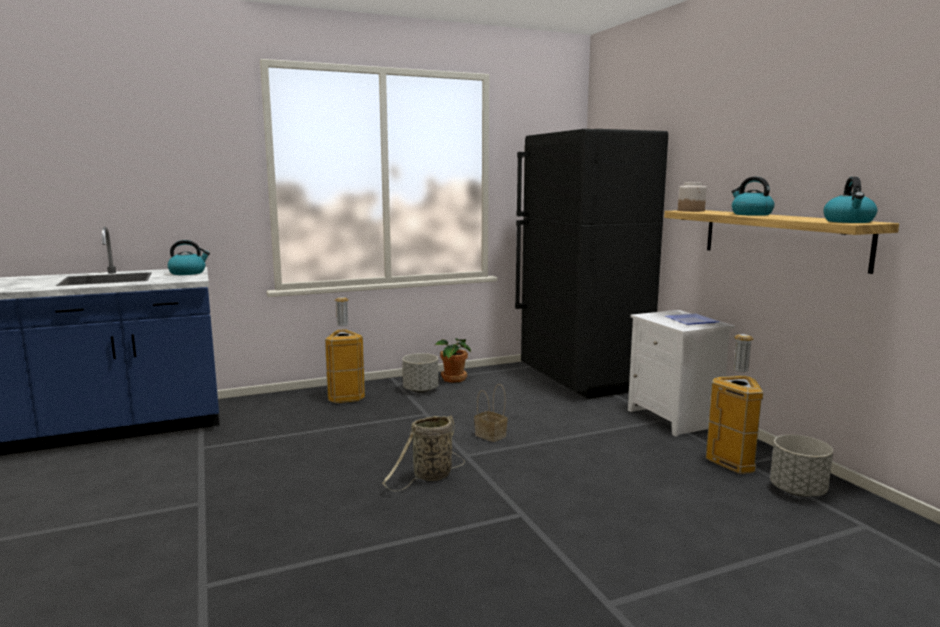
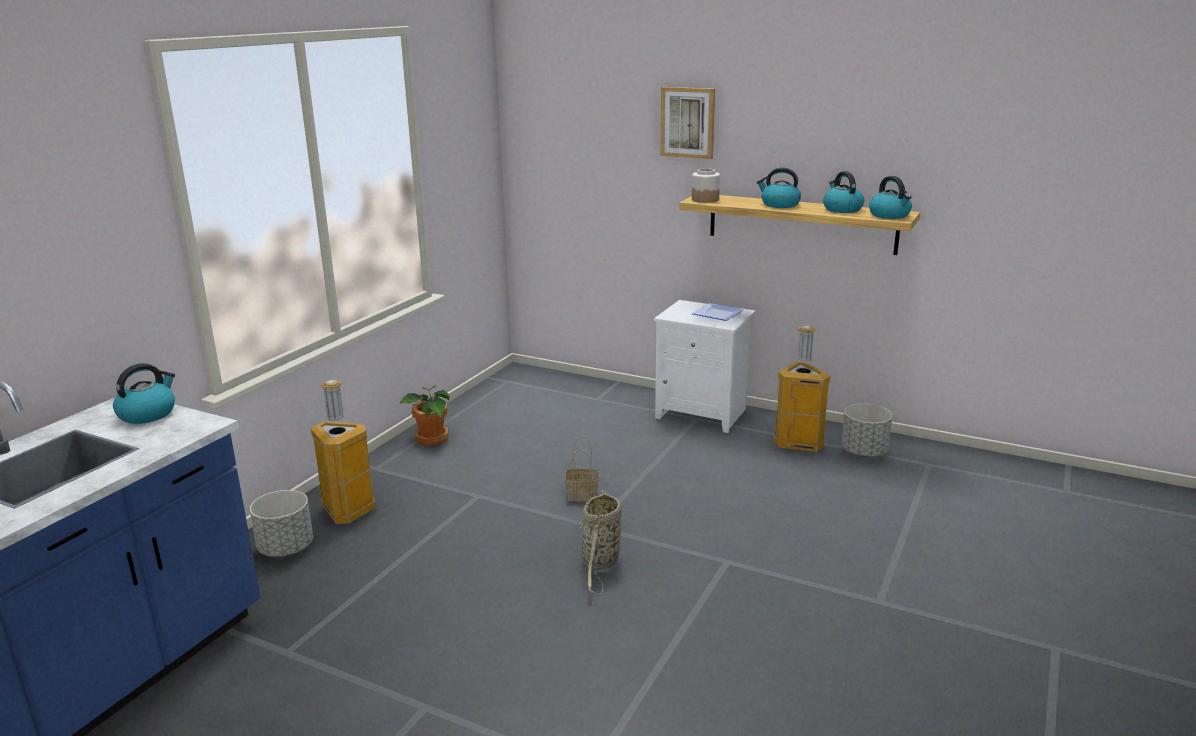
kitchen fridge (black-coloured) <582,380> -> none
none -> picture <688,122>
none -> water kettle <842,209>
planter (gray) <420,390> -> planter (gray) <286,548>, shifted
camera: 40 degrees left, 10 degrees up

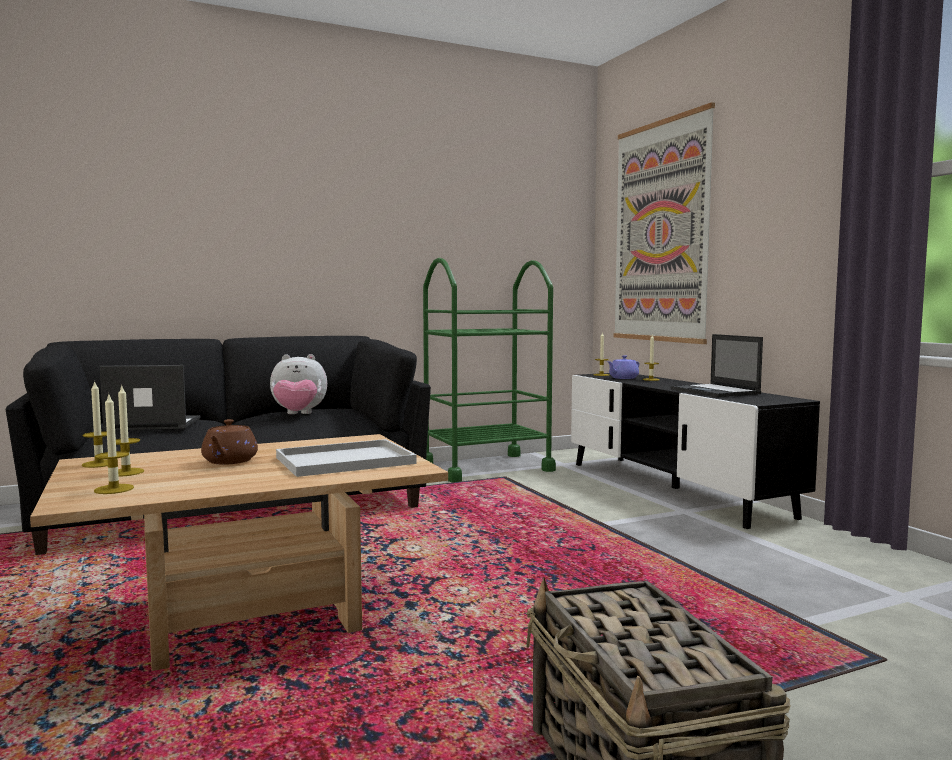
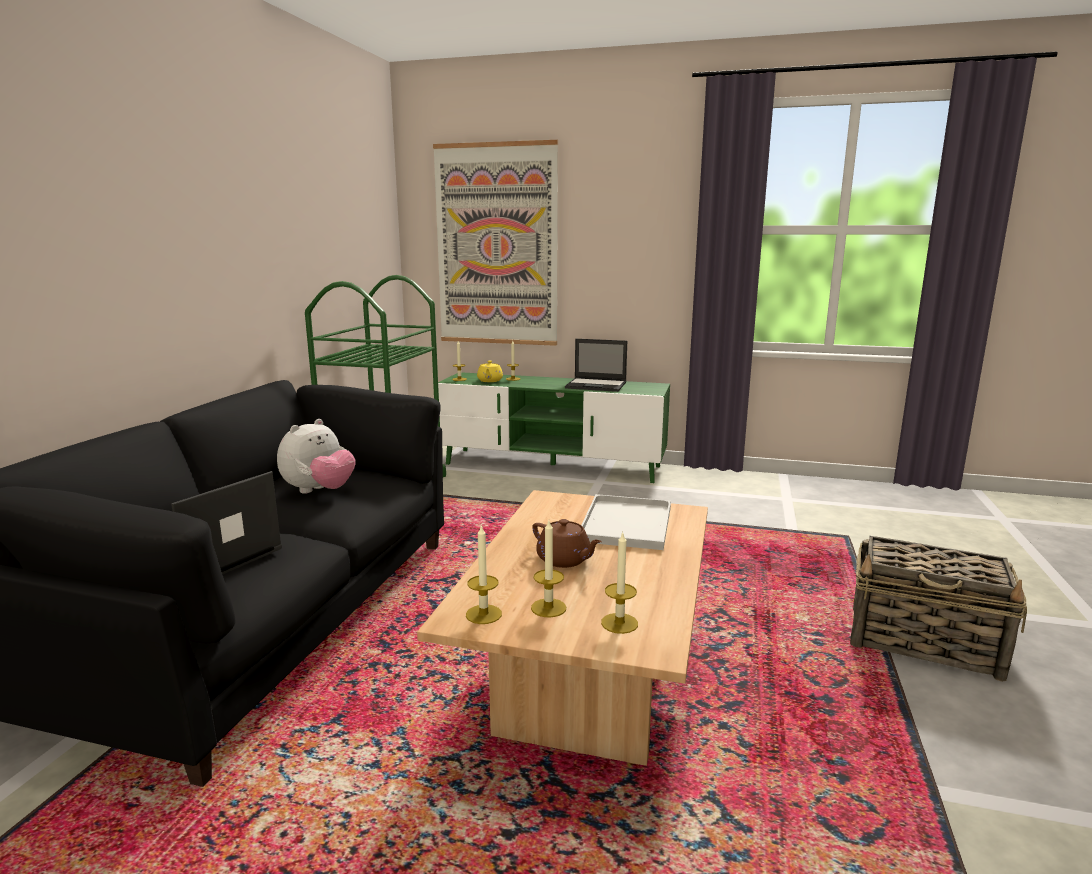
media console (black-coloured) <673,488> -> media console (green) <552,465>
teapot (purplish) <623,378> -> teapot (yellowish) <489,381>
camera: 50 degrees left, 10 degrees up

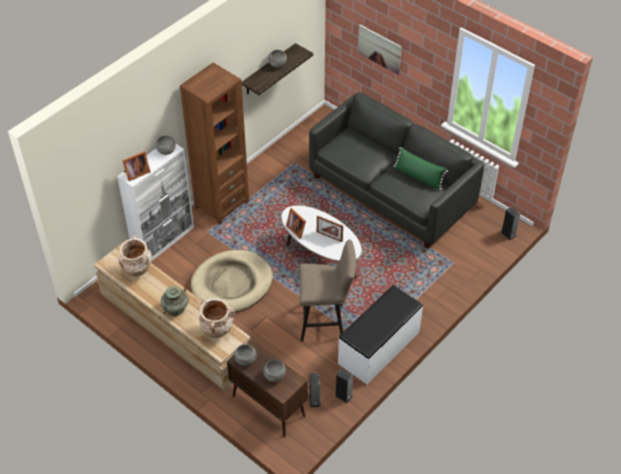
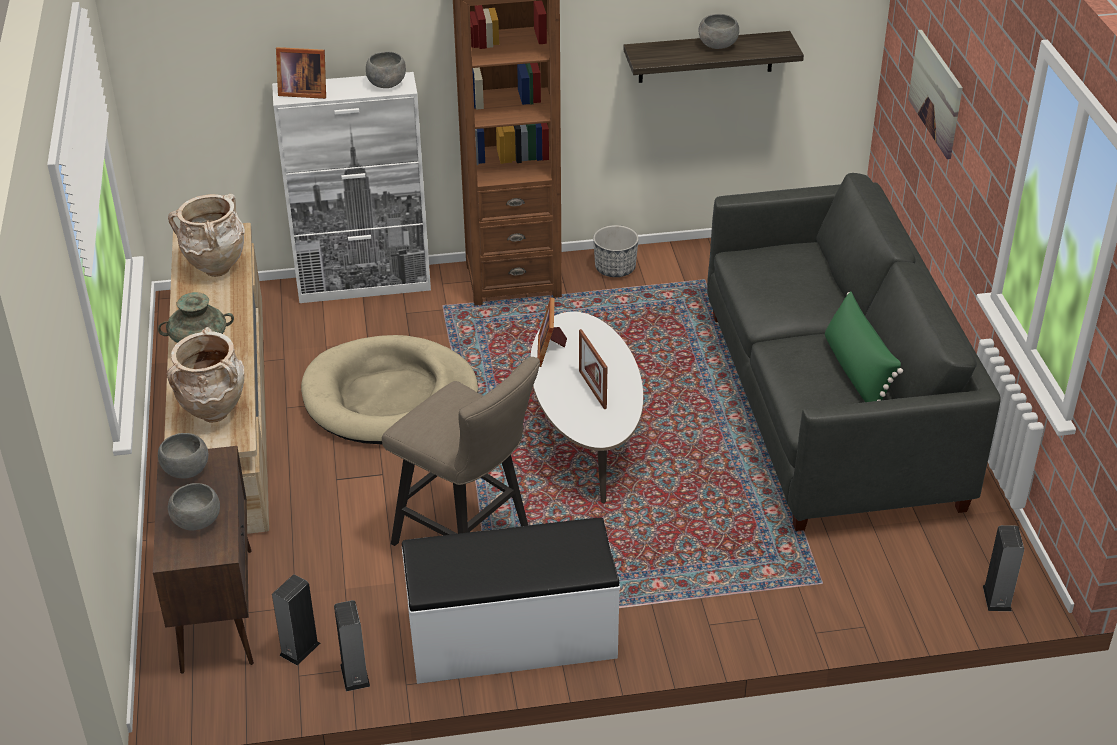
none -> planter <615,268>
camera: 40 degrees right, 10 degrees down

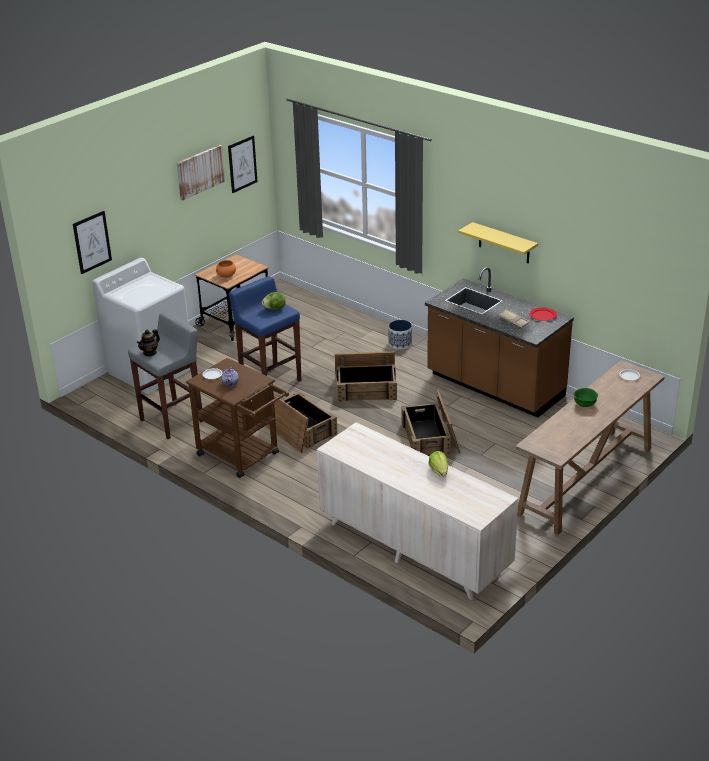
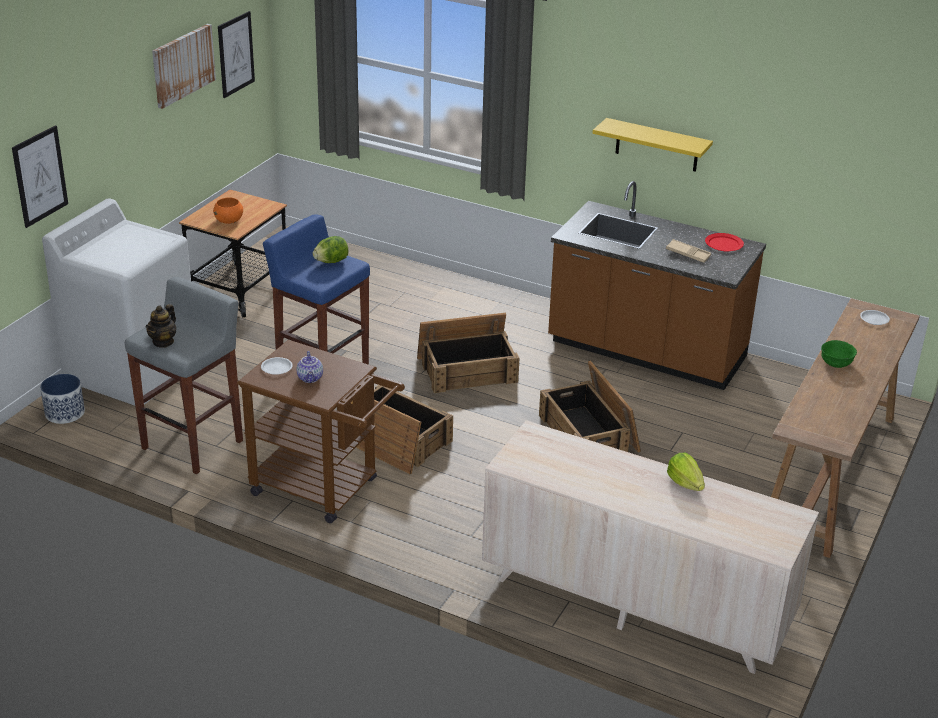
planter <400,343> -> planter <65,413>, shifted
camera: 15 degrees left, 0 degrees up

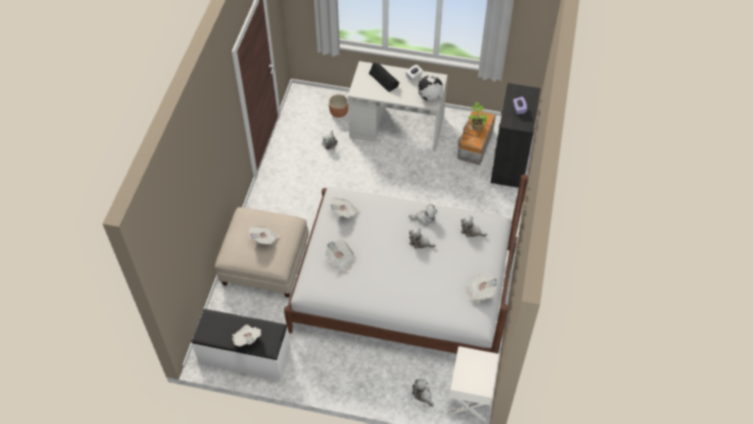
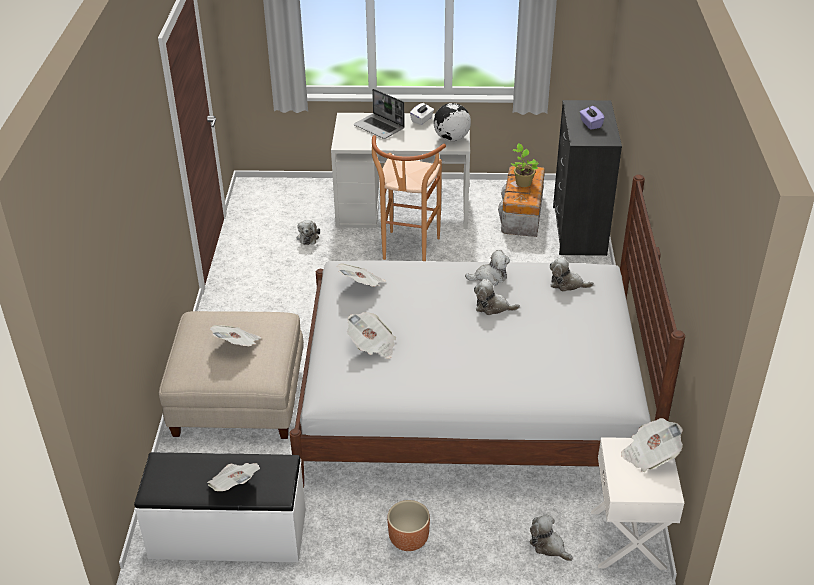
none -> sitting stool (brown) <408,252>
planter (brown) <338,113> -> planter (brown) <408,540>, shifted
daily paper <480,292> -> daily paper <649,455>, shifted
speaker (black-coloured) <384,79> -> laptop <380,127>
camera: 10 degrees left, 15 degrees down

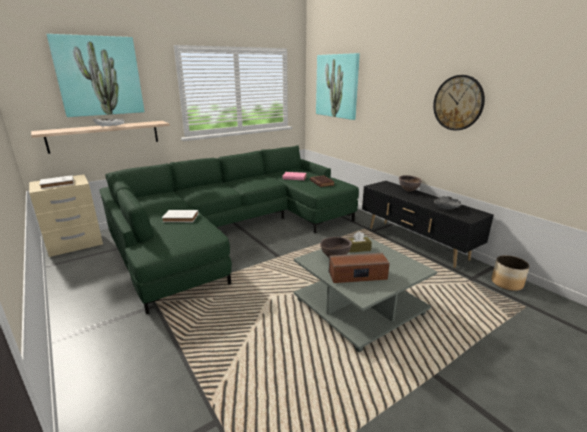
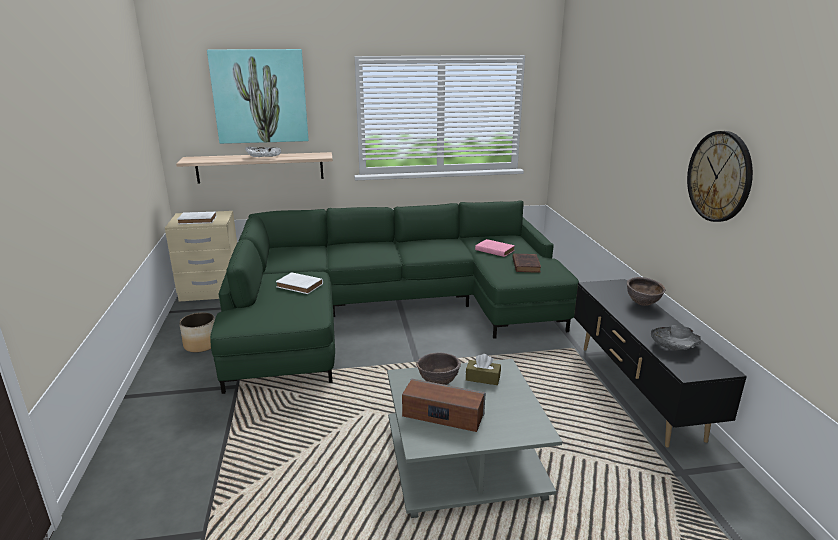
picture <337,86> -> none
planter <506,283> -> planter <201,345>, shifted
camera: 25 degrees right, 0 degrees up

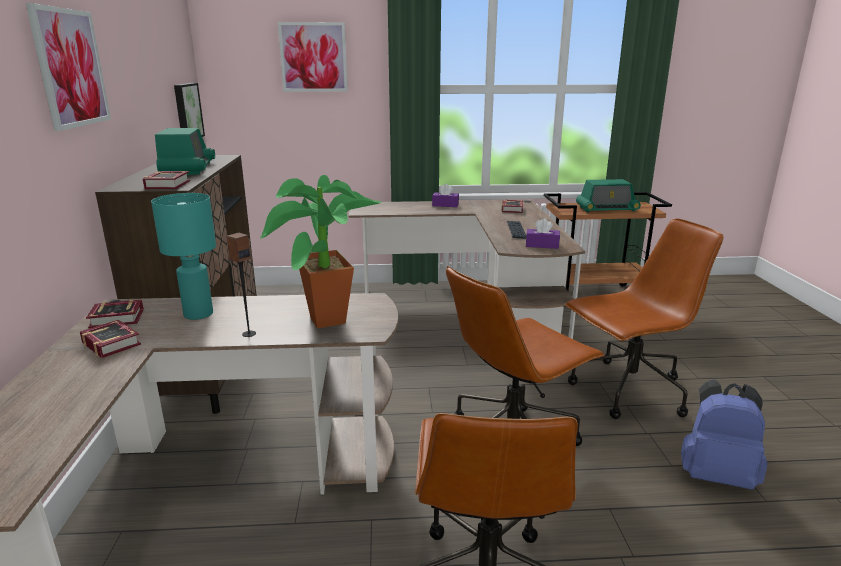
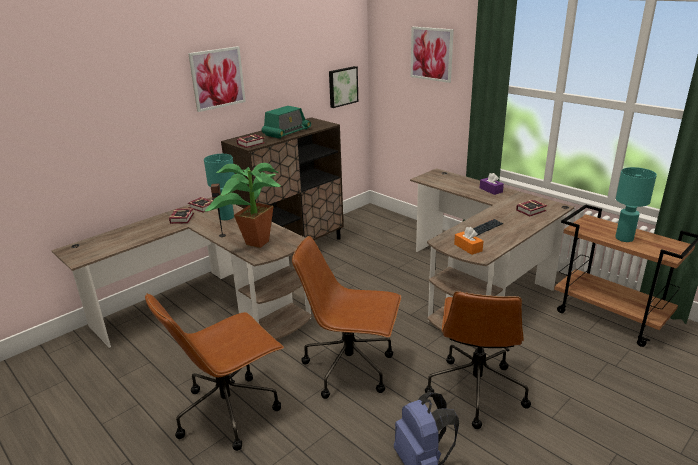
radio set <606,209> -> lamp for a table (turquoise-coloured) <624,238>
box of tissues (purplish) <542,245> -> box of tissues (orange-coloured) <468,247>
desk chair (brown) <627,391> -> desk chair (brown) <475,389>, 75 degrees clockwise
camera: 50 degrees right, 5 degrees up

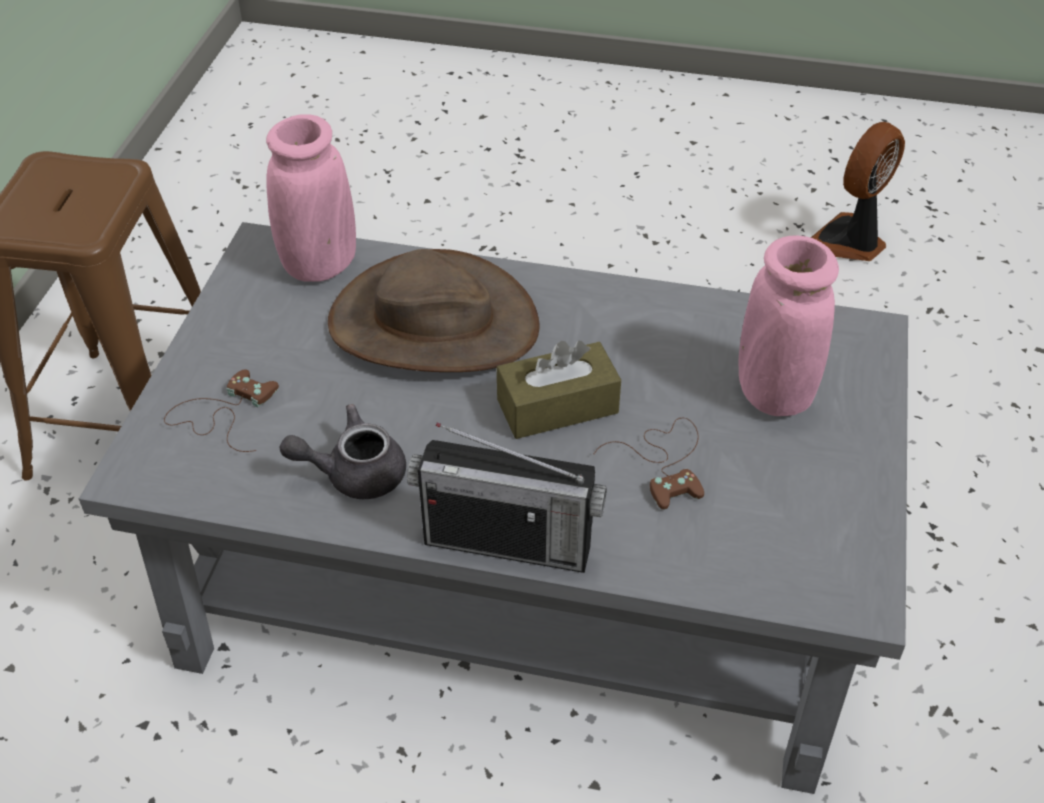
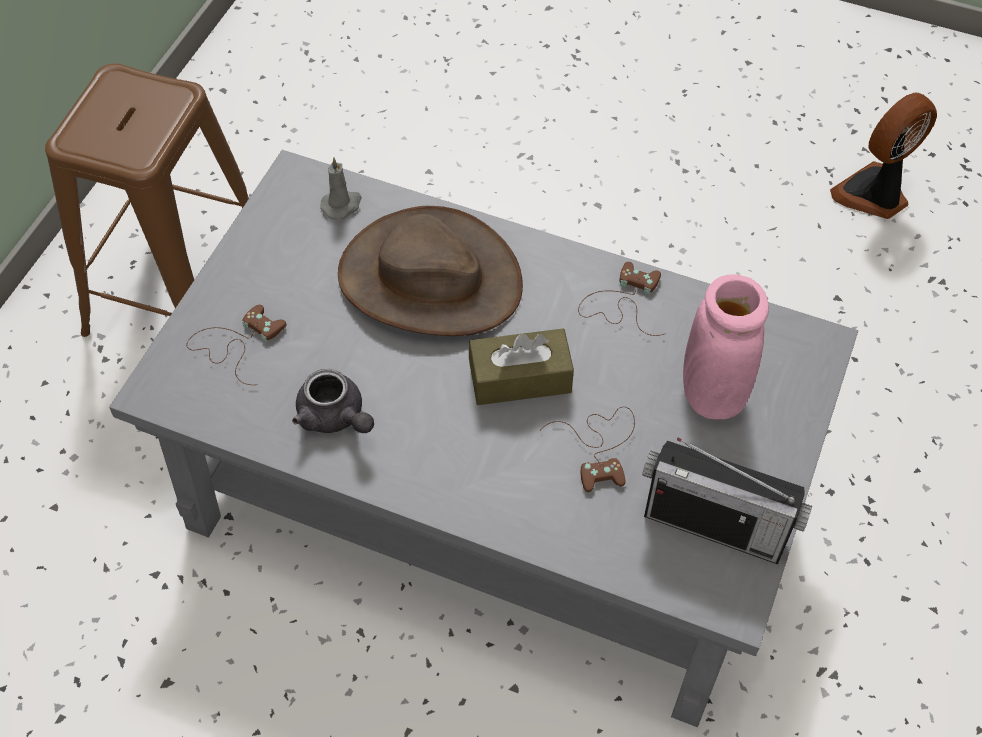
none -> game controller (brown) <622,302>
radio set <508,542> -> radio set <715,525>, shifted
vase (pink-coloured) <320,265> -> candle (gray) <342,205>
teapot (gray) <353,473> -> teapot (gray) <335,417>, 135 degrees counterclockwise
camera: 10 degrees right, 10 degrees up

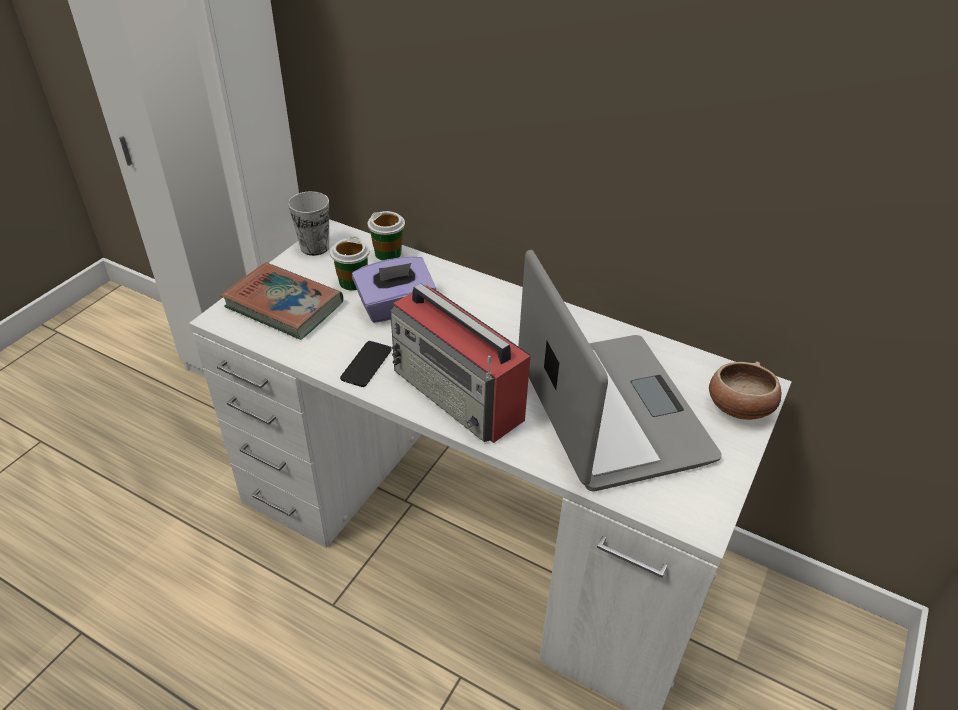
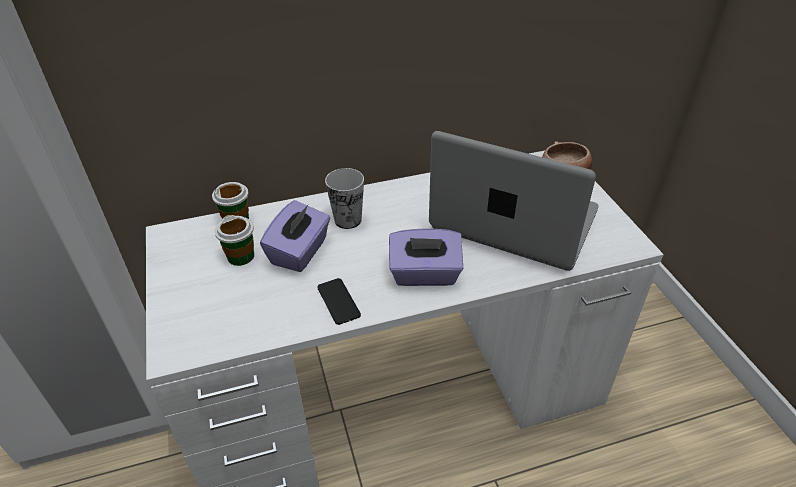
volume <284,305> -> none
small cup <315,247> -> small cup <348,220>, shifted
radio set <459,395> -> box of tissues (purplish) <425,275>
camera: 45 degrees left, 0 degrees up

